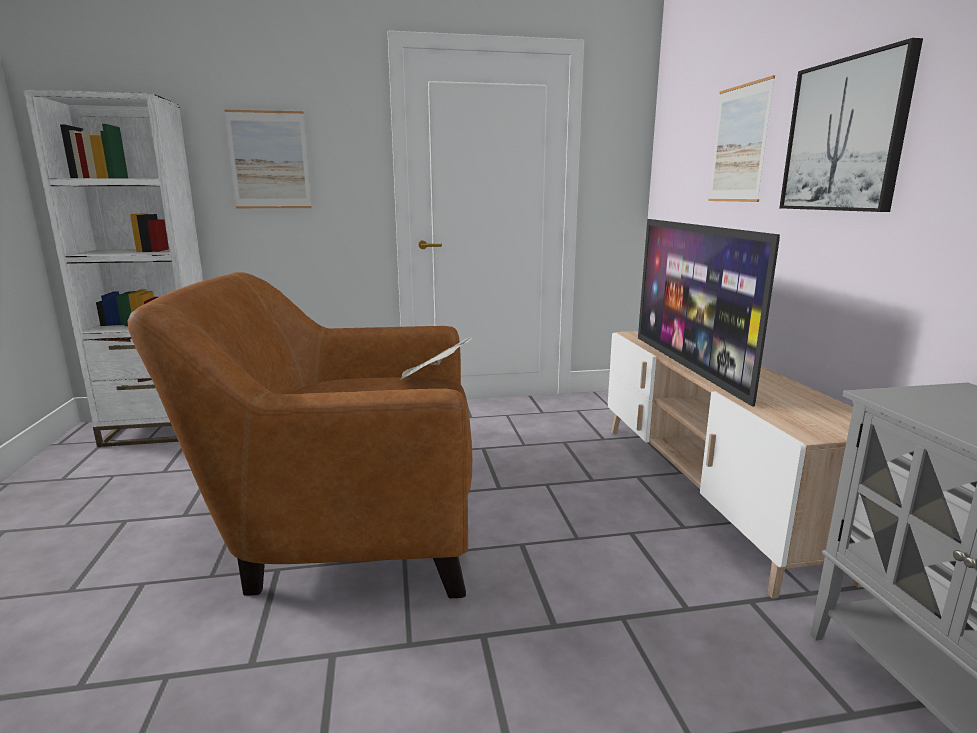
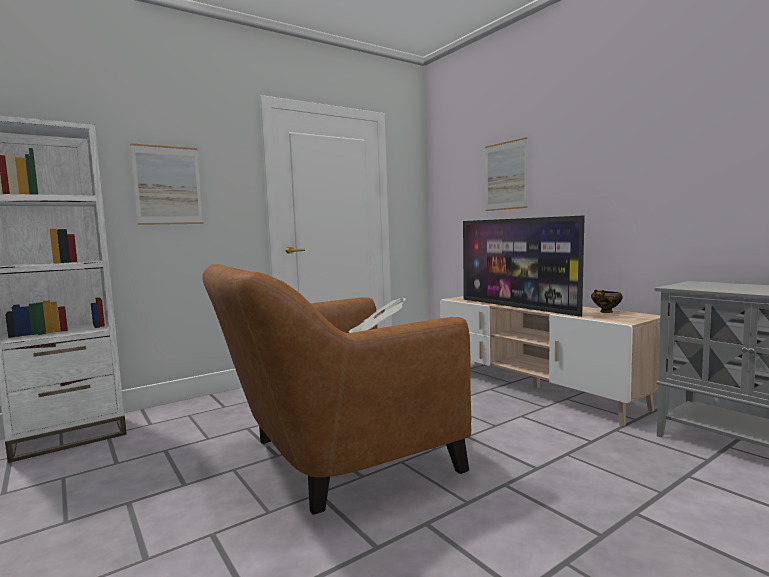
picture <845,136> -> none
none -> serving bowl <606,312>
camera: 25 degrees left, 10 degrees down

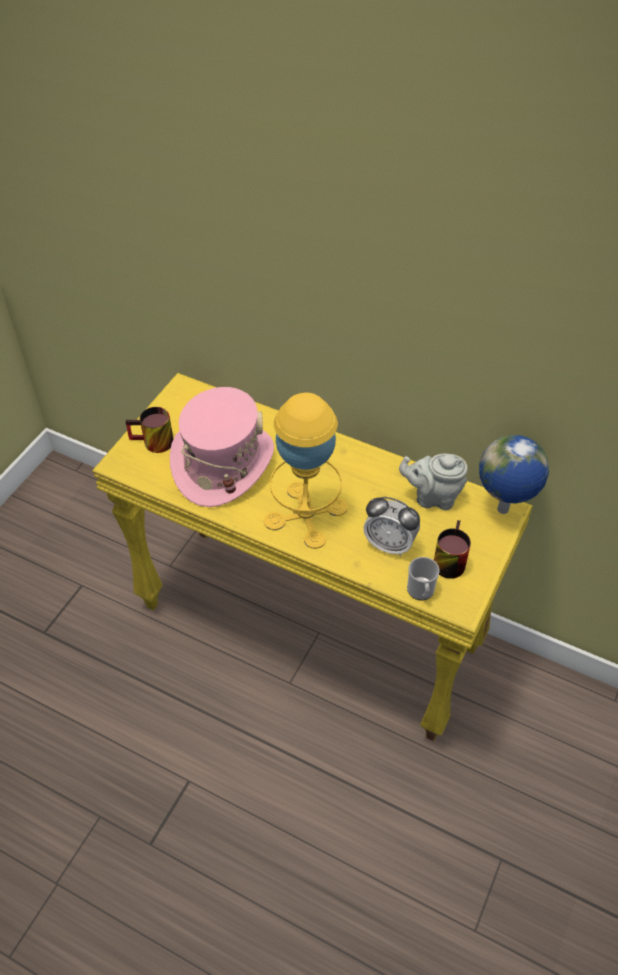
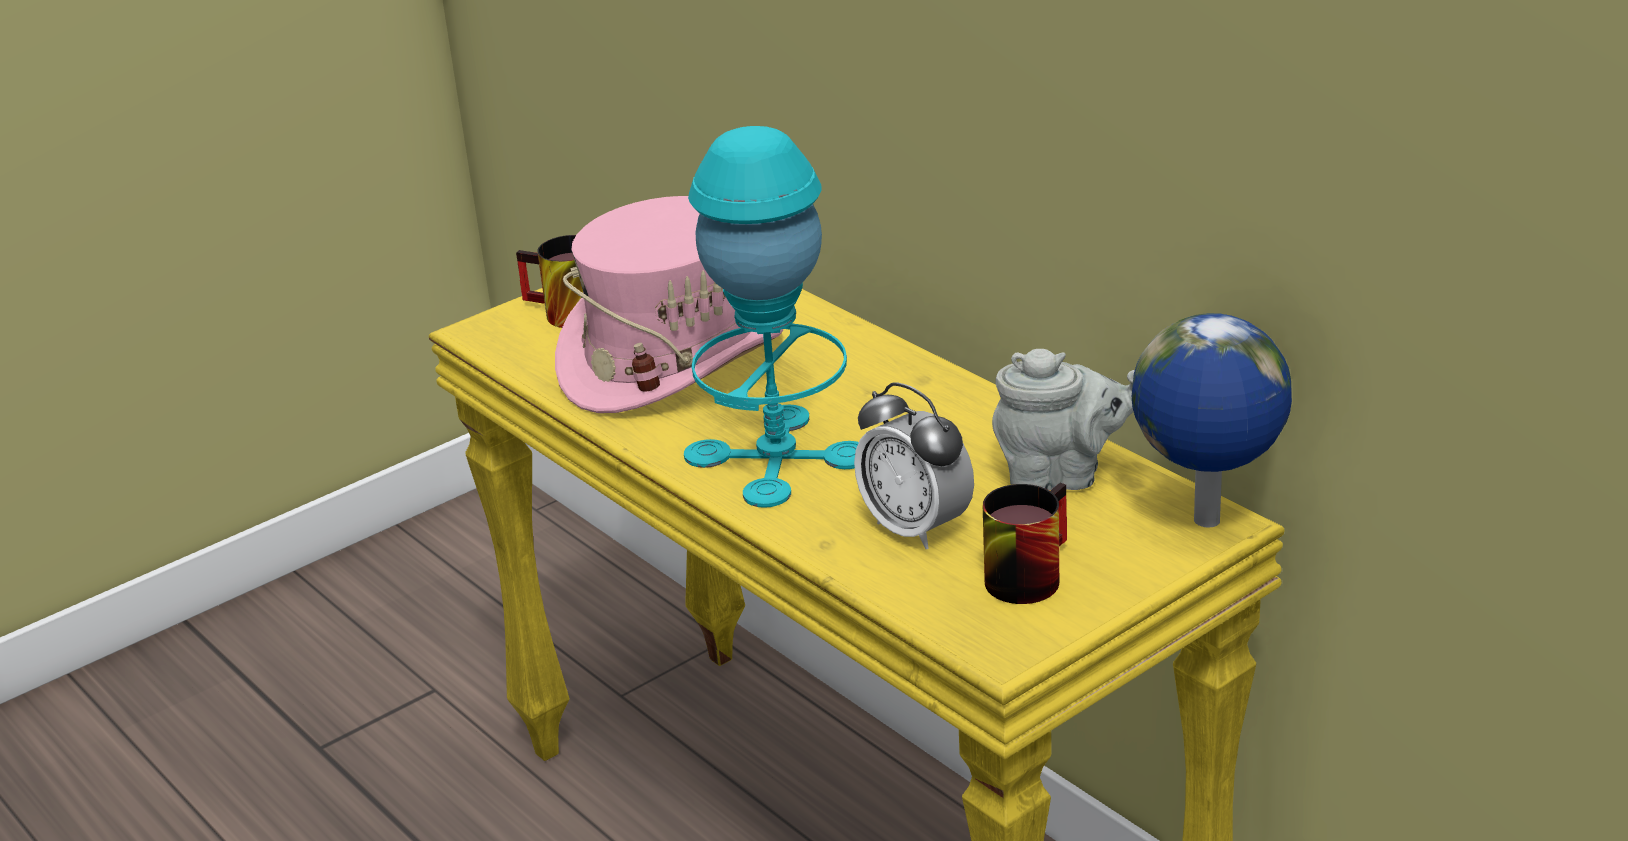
mug <421,592> -> none
lamp for a table (yellowish) <305,514> -> lamp for a table (turquoise-coloured) <776,456>
teapot (gray) <432,497> -> teapot (gray) <1062,475>, 150 degrees clockwise
camera: 25 degrees right, 20 degrees down

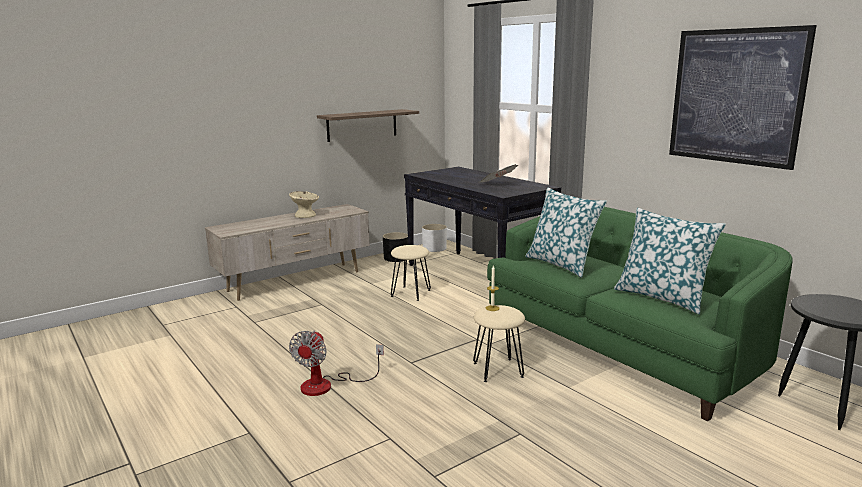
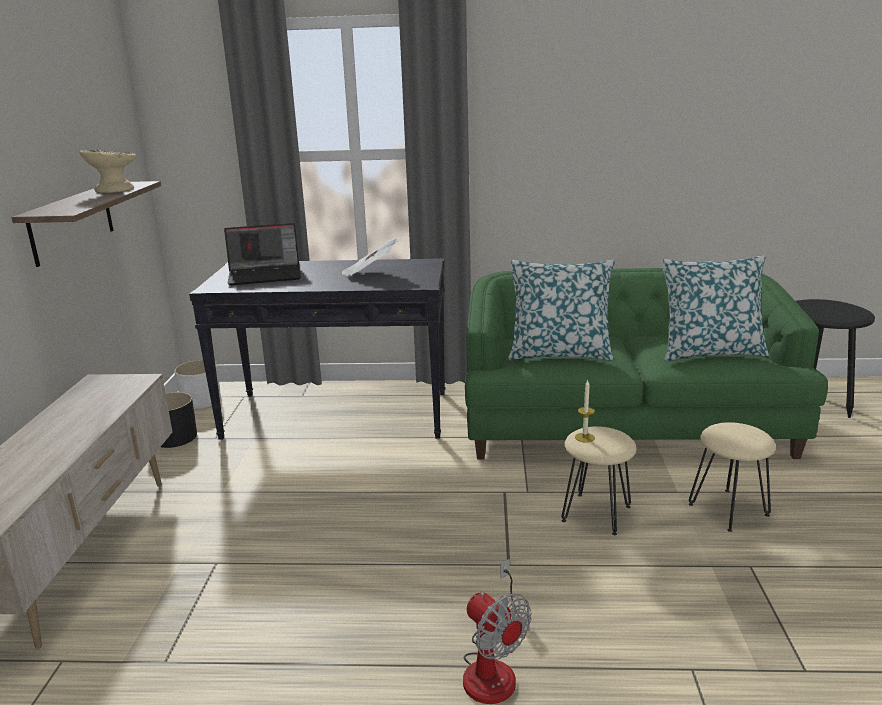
picture <735,96> -> none
none -> laptop <266,275>
serving bowl (sand-coloured) <305,215> -> serving bowl (sand-coloured) <114,190>, shifted
sitting stool (sand-coloured) <411,293> -> sitting stool (sand-coloured) <727,509>, shifted
camera: 50 degrees left, 5 degrees up

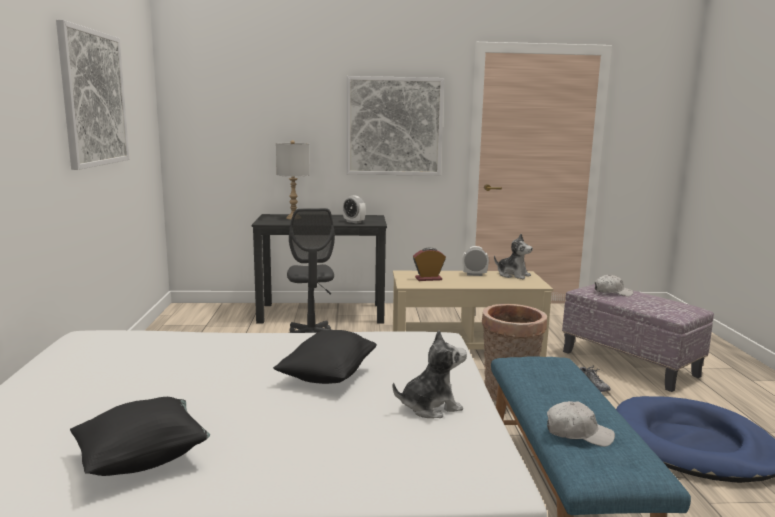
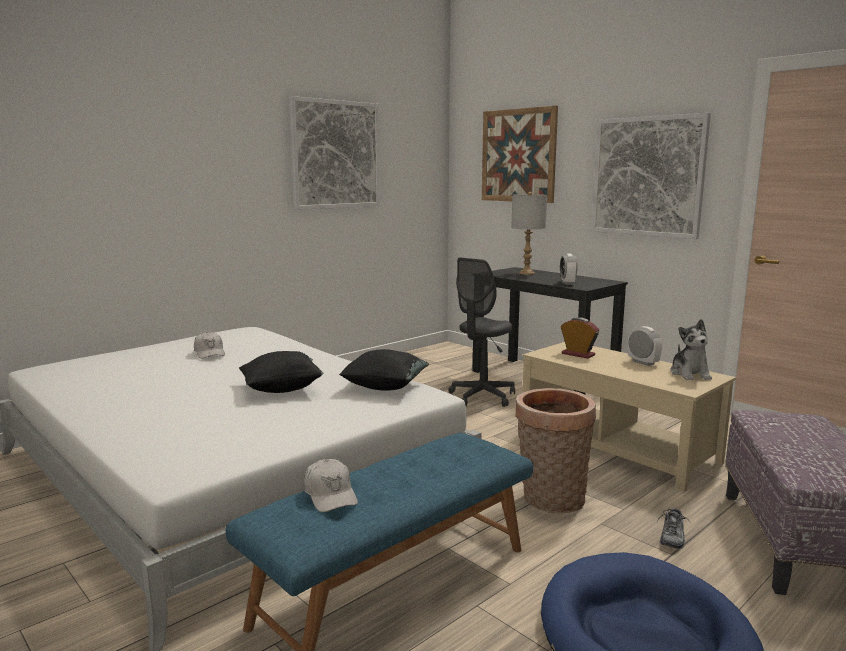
plush toy <430,407> -> none
none -> picture <518,155>
cushion (black-coloured) <143,459> -> cushion (black-coloured) <385,387>, shifted
cap (white) <612,292> -> cap (white) <210,353>, shifted
camera: 50 degrees right, 0 degrees up

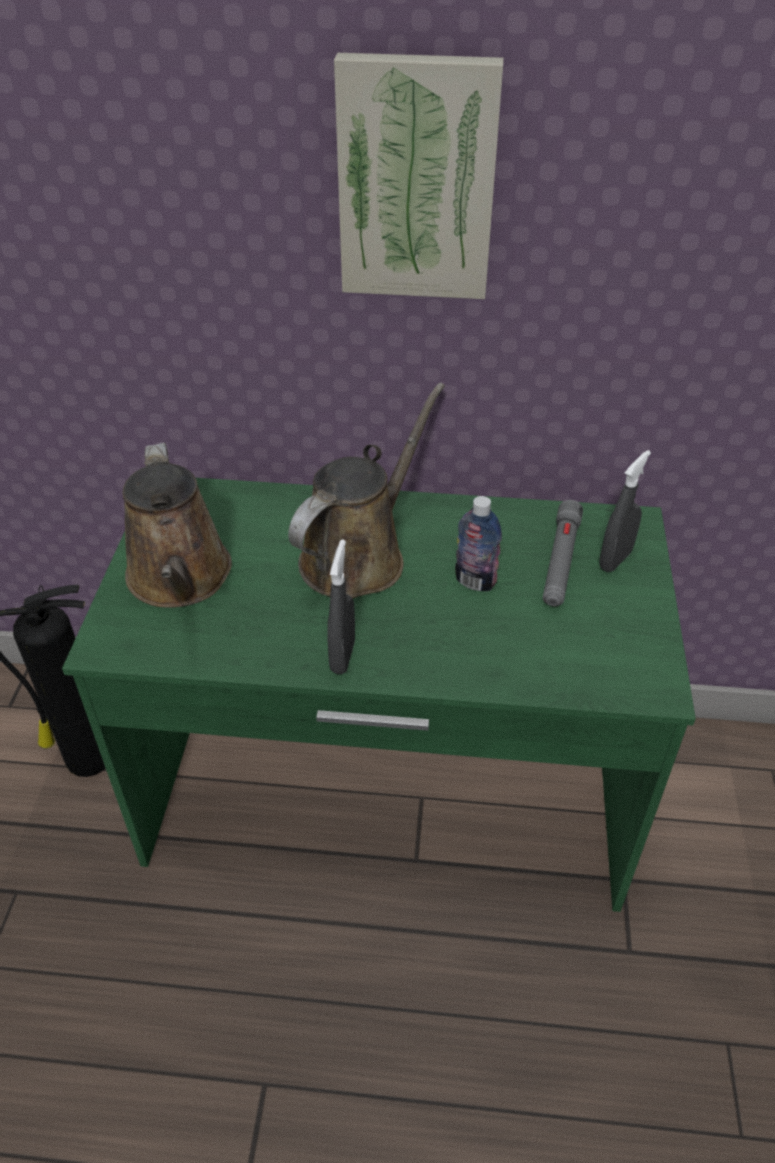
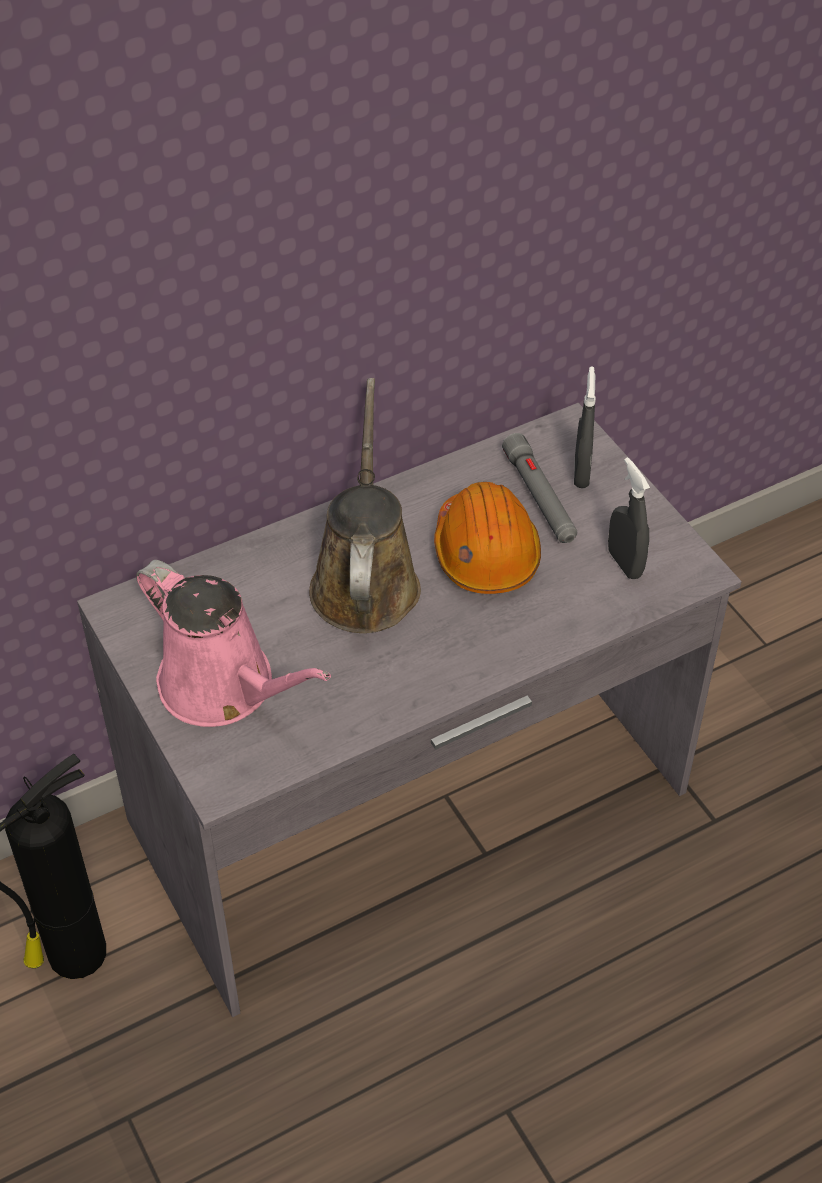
picture <417,180> -> none
spray bottle (gray) <342,656> -> spray bottle (gray) <624,563>, shifted
drink bottle <475,581> -> work helmet (orange-coloured) <486,553>
desk table (green) <387,793> -> desk table (gray) <411,810>
watering can (brown) <180,579> -> watering can (pink-coloured) <224,687>
camera: 35 degrees left, 5 degrees up

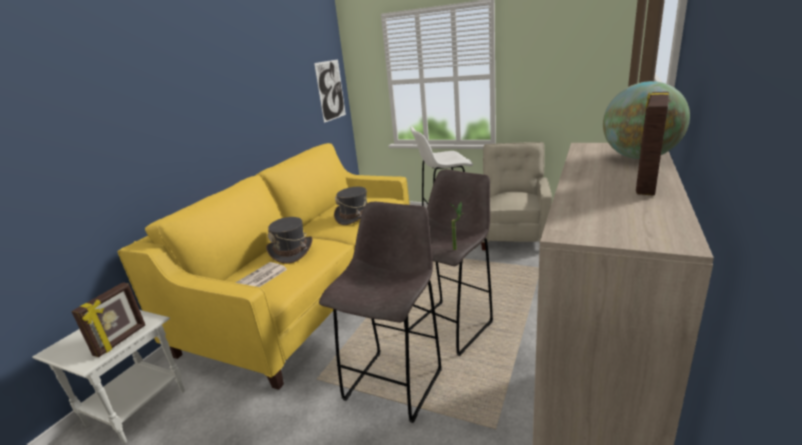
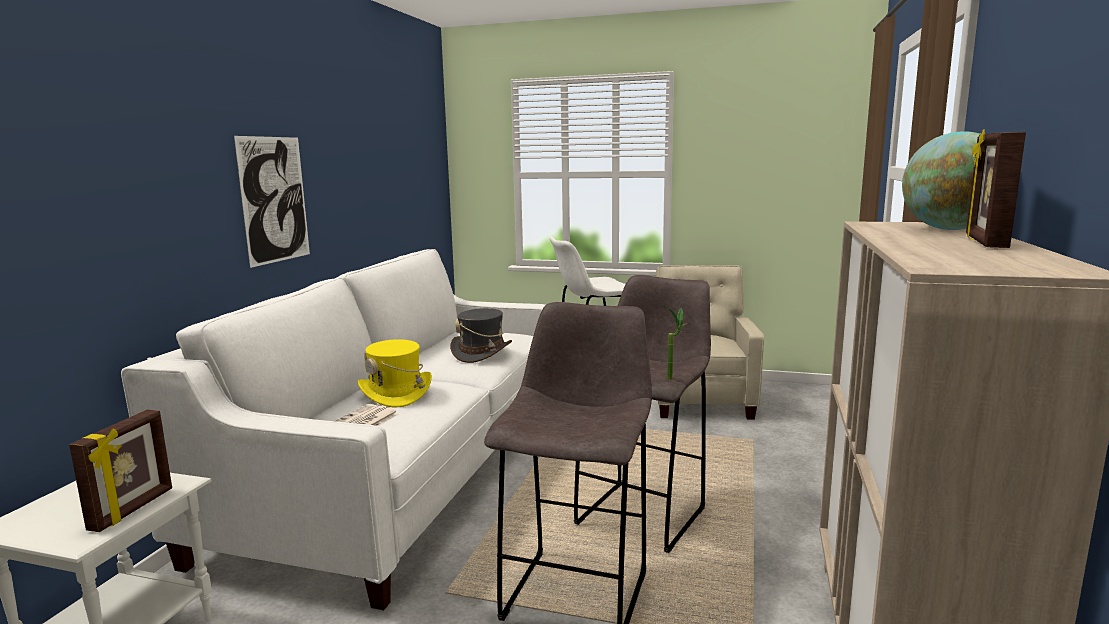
picture <330,90> -> picture <274,199>, shifted
settee (yellowish) <311,291> -> settee (white) <404,473>
clothing hat (gray) <291,251> -> clothing hat (yellowish) <396,393>
camera: 10 degrees left, 10 degrees down

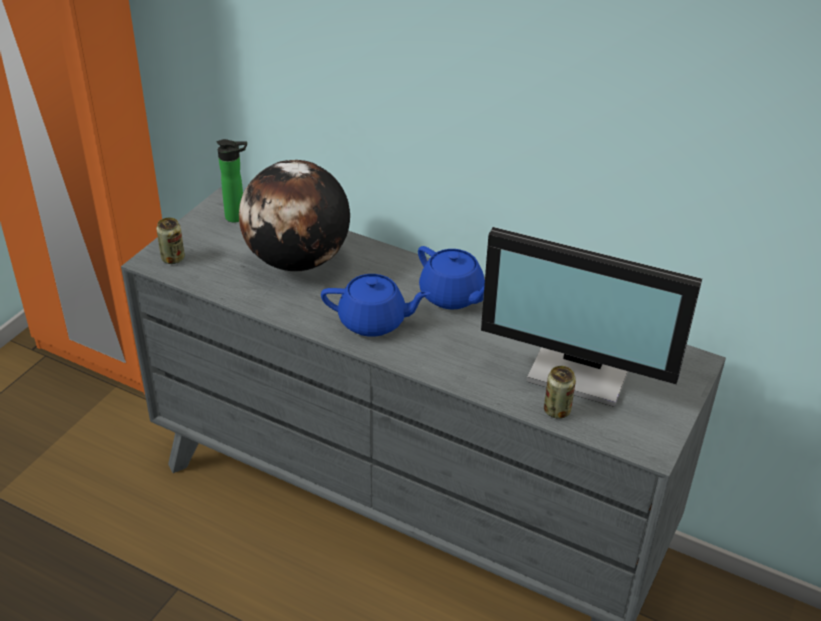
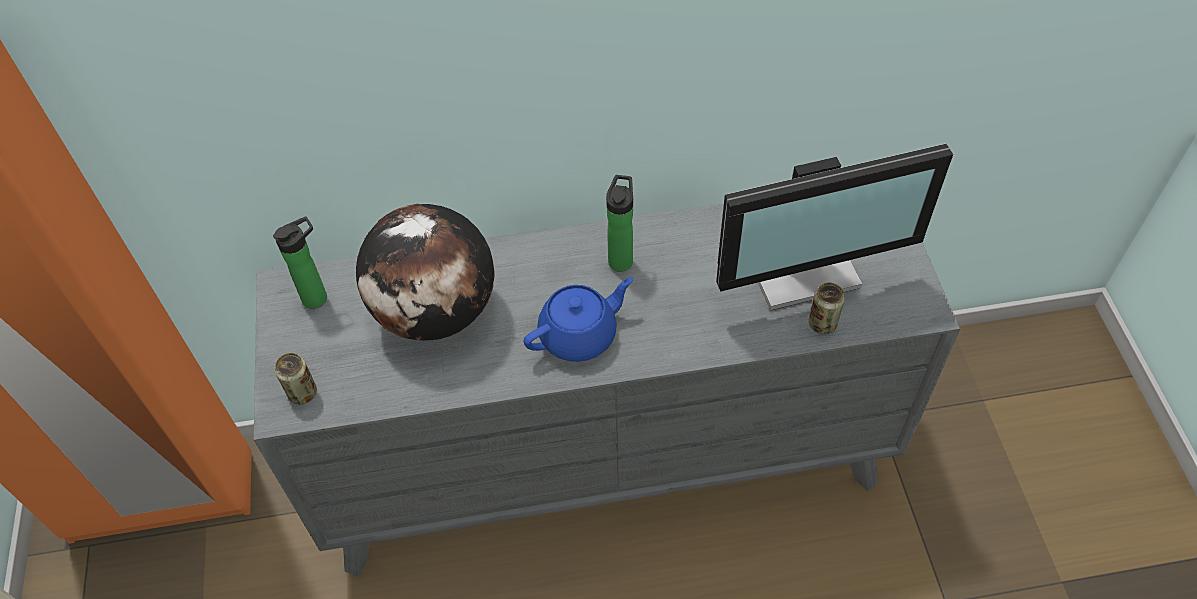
teapot (bluish) <452,296> -> drink bottle <621,258>
camera: 35 degrees left, 15 degrees up

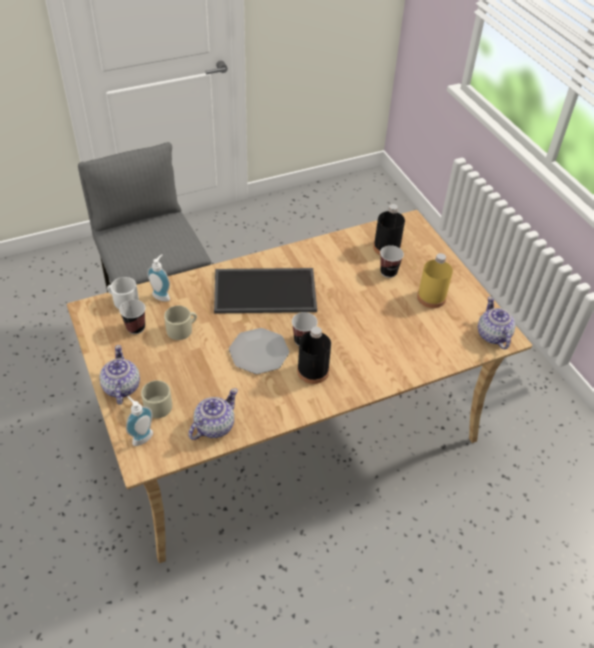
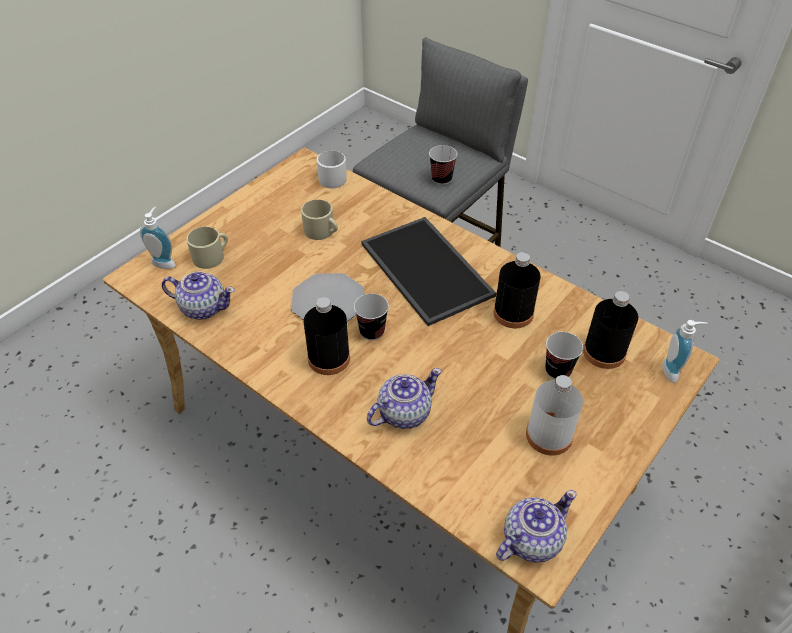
none -> drink bottle (black-coloured) <513,313>
teapot <121,387> -> teapot <403,413>, shifted
small cup <136,328> -> small cup <441,179>, shifted
liquid soap bottle <162,295> -> liquid soap bottle <673,371>, shifted
drink bottle (yellowish) <431,297> -> drink bottle (white) <549,435>
camera: 65 degrees right, 0 degrees up

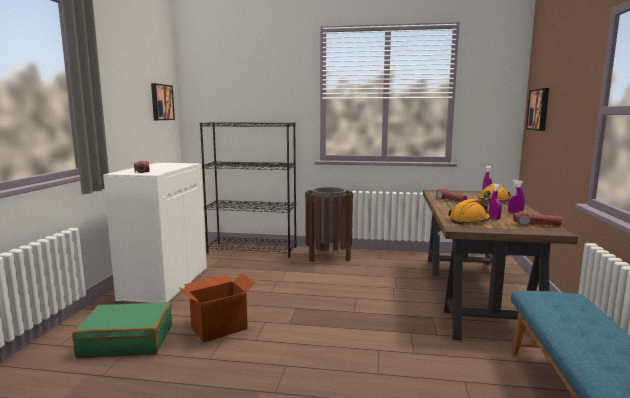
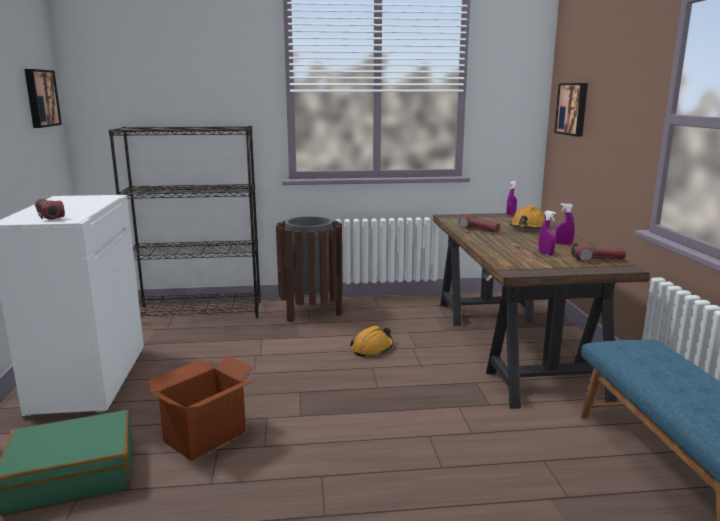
work helmet (orange-coloured) <469,220> -> work helmet (orange-coloured) <372,348>, shifted
camera: 15 degrees left, 5 degrees up

